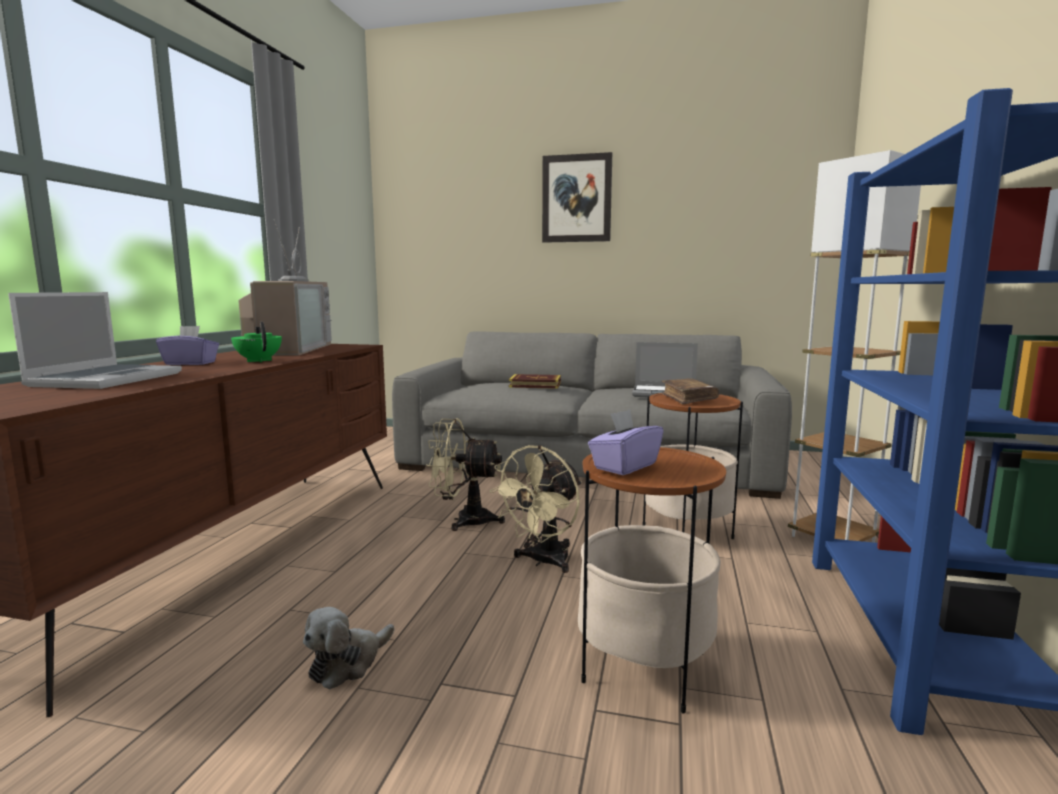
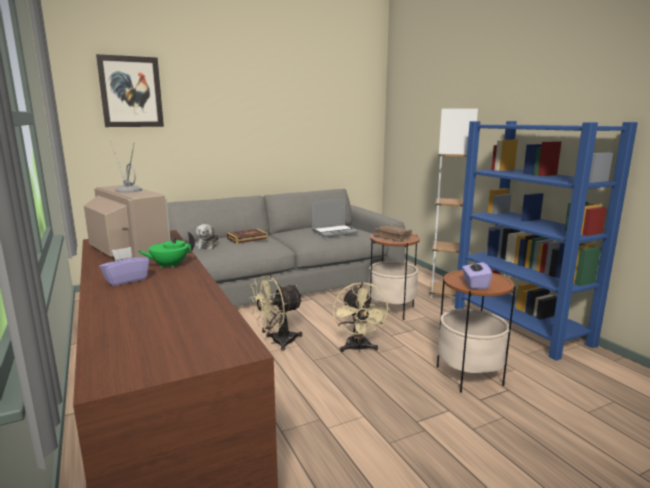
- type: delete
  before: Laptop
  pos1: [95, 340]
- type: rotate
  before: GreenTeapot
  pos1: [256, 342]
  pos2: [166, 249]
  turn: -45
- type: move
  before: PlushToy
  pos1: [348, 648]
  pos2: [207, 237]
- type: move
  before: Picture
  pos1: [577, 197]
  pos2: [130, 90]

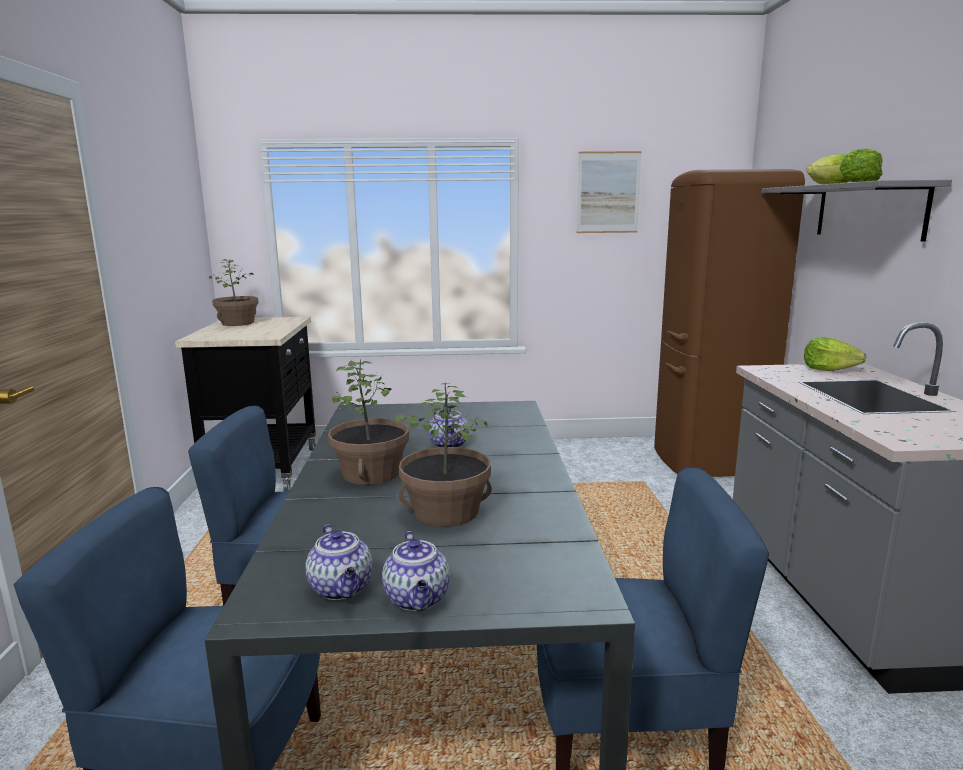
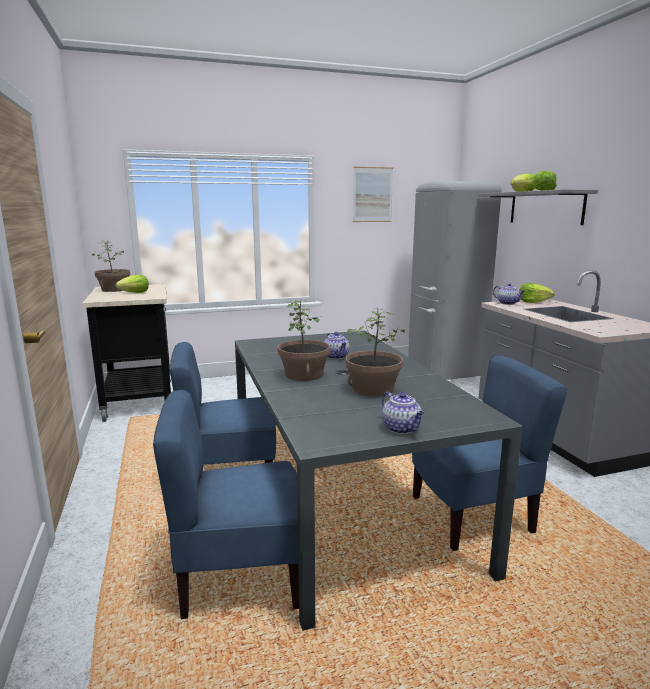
- type: move
  before: Teapot
  pos1: [339, 562]
  pos2: [509, 294]
- type: recolor
  before: BrownFridge
  after: GreyFridge
  pos1: [729, 323]
  pos2: [455, 280]
- type: insert
  after: Lettuce
  pos2: [132, 284]

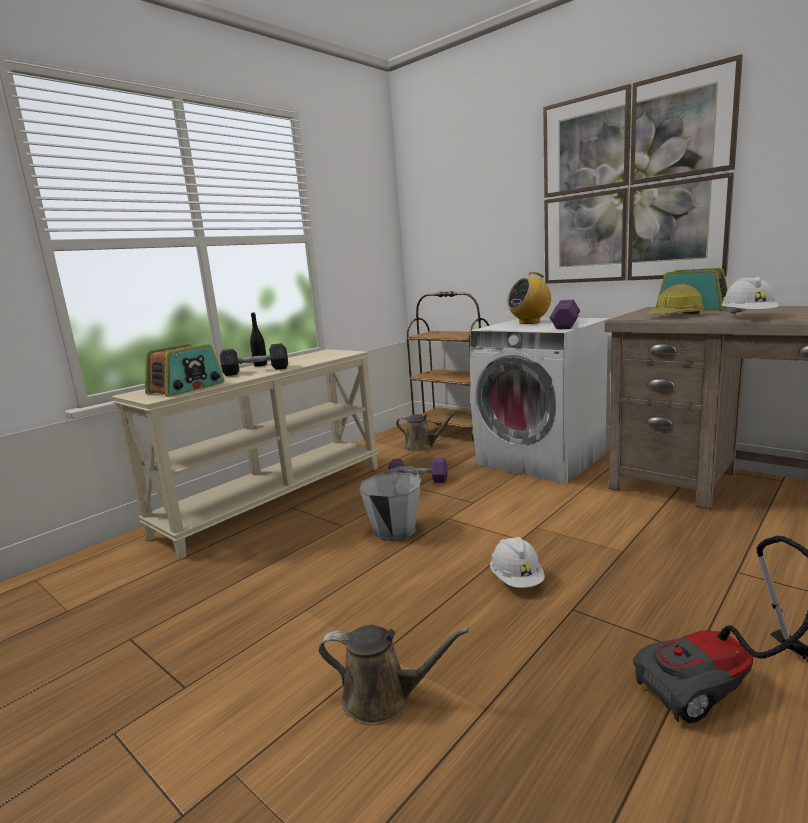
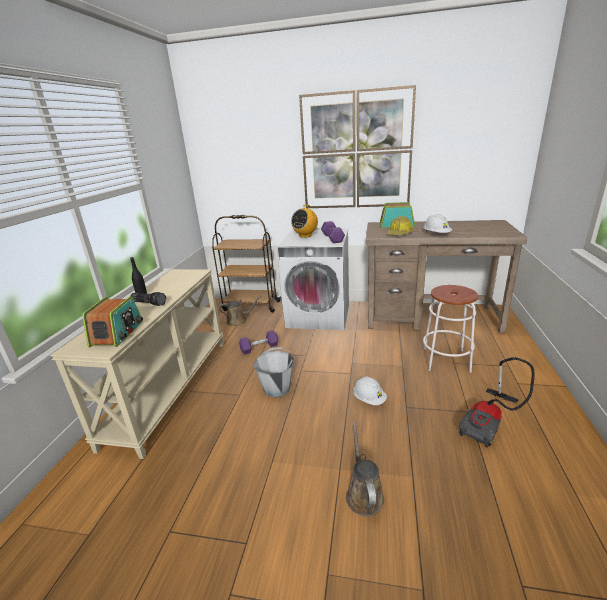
- type: replace
  before: GreyDumbbell
  after: Flashlight
  pos1: [254, 359]
  pos2: [148, 299]
- type: rotate
  before: BrownWateringCan
  pos1: [394, 675]
  pos2: [365, 469]
  turn: -75
- type: insert
  after: WhiteStool
  pos2: [450, 329]

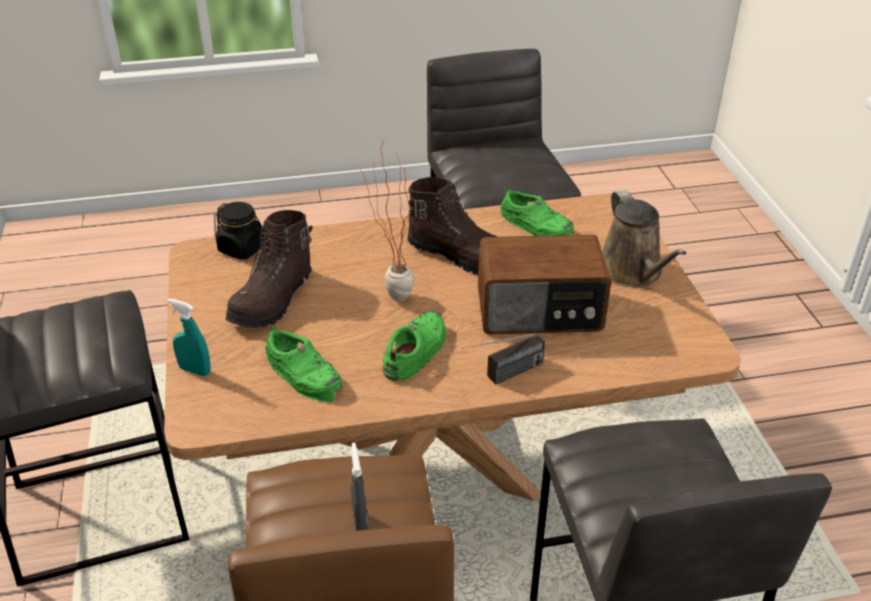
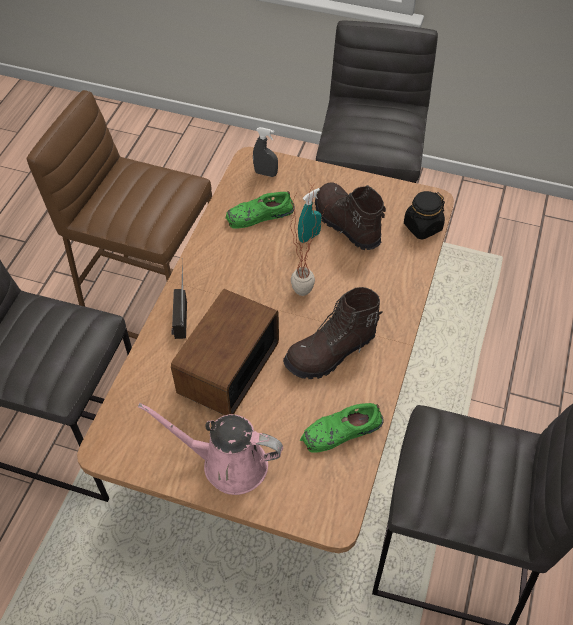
- type: move
  before: TurquoiseSprayBottle
  pos1: [189, 337]
  pos2: [309, 215]
- type: move
  before: GreySprayBottle
  pos1: [359, 487]
  pos2: [265, 152]
- type: delete
  before: GreenShoe
  pos1: [414, 345]
- type: recolor
  before: BrownWateringCan
  after: PinkWateringCan
  pos1: [644, 238]
  pos2: [210, 449]

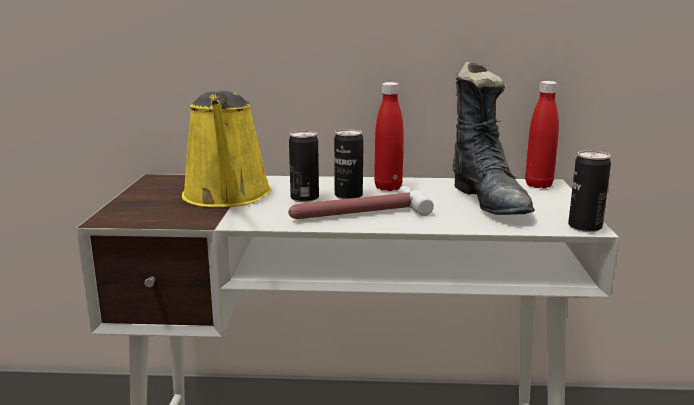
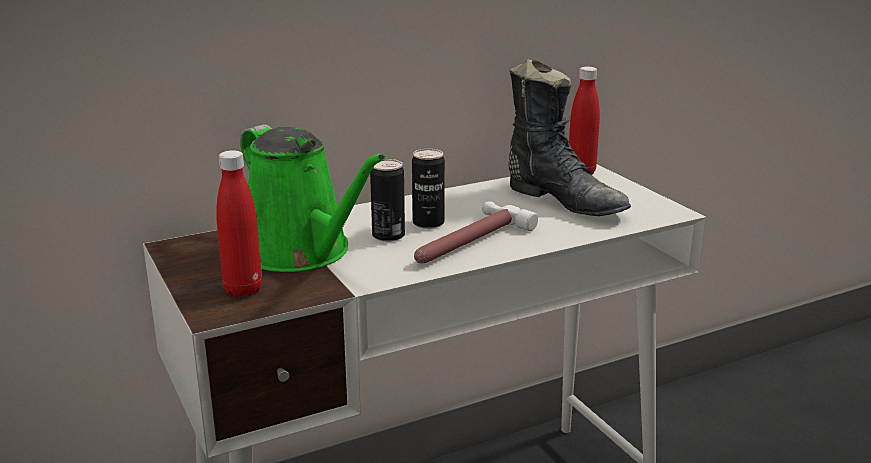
- type: recolor
  before: YellowWateringCan
  after: GreenWateringCan
  pos1: [227, 149]
  pos2: [313, 198]
- type: move
  before: RedBottle
  pos1: [389, 136]
  pos2: [239, 223]
- type: delete
  before: Can
  pos1: [589, 191]

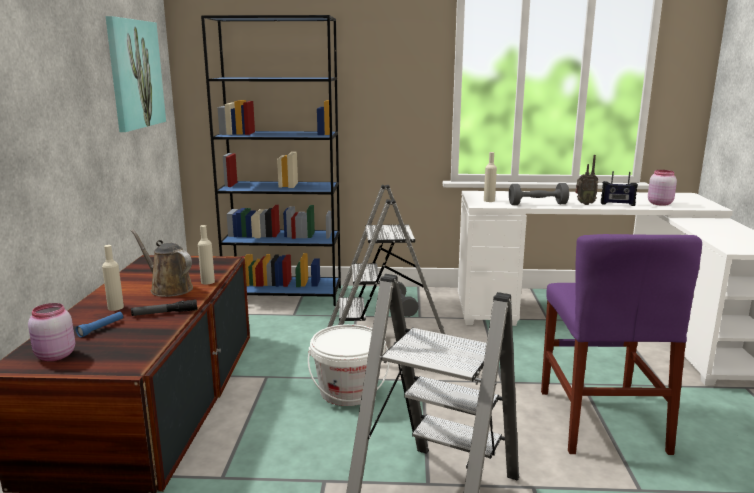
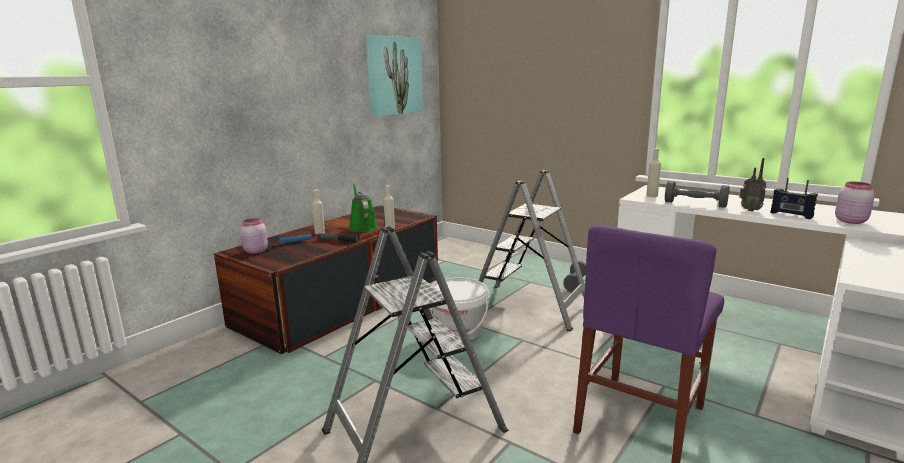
- type: recolor
  before: BrownWateringCan
  after: GreenWateringCan
  pos1: [162, 263]
  pos2: [363, 208]
- type: delete
  before: BlueBookcase
  pos1: [271, 160]

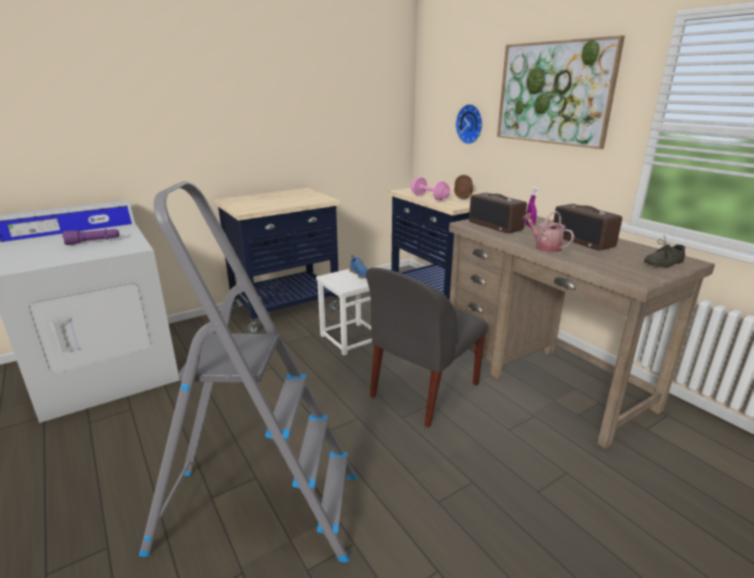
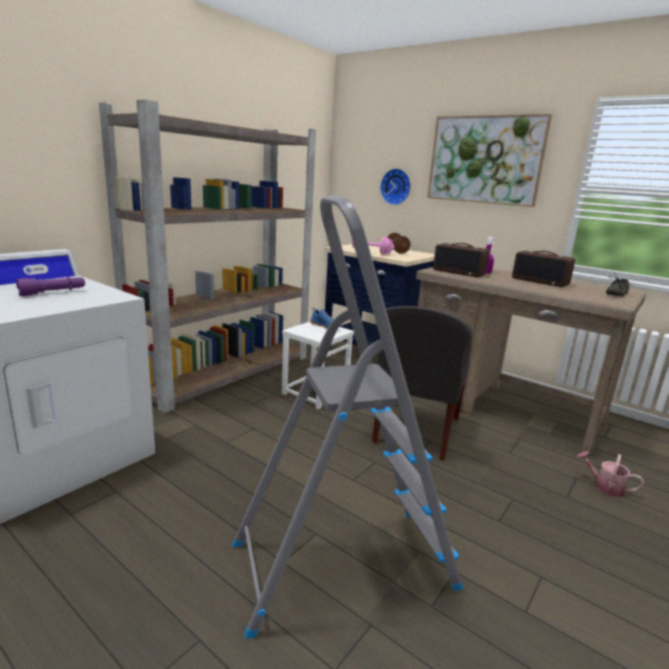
- type: replace
  before: BlueCart
  after: BrownBookcase
  pos1: [277, 260]
  pos2: [207, 256]
- type: move
  before: WateringCan
  pos1: [548, 231]
  pos2: [610, 474]

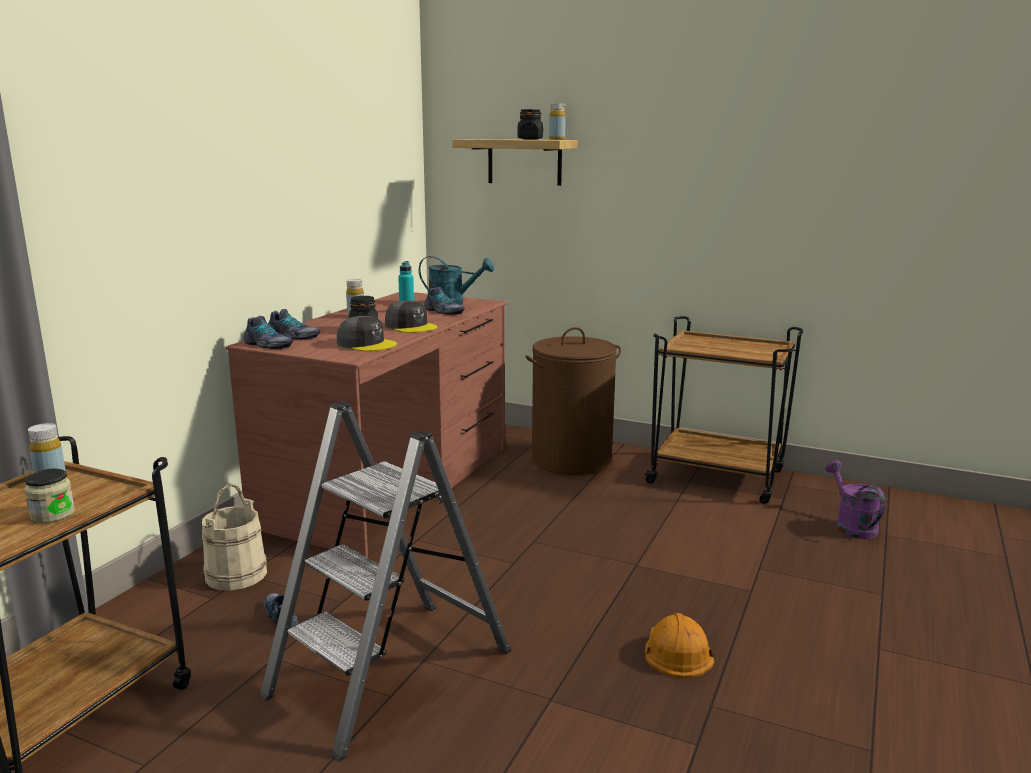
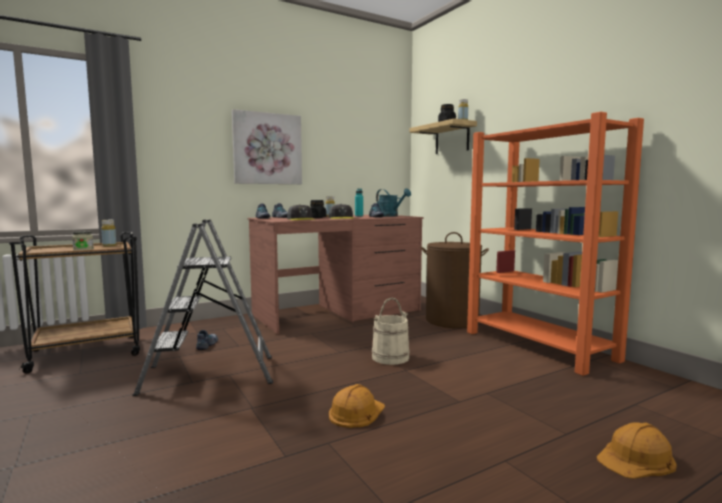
- type: move
  before: BeigeBucket
  pos1: [234, 537]
  pos2: [391, 331]
- type: replace
  before: BrownCart
  after: OrangeBookcase
  pos1: [722, 410]
  pos2: [555, 244]
- type: delete
  before: PurpleWateringCan
  pos1: [855, 500]
- type: insert
  after: Picture
  pos2: [267, 146]
- type: insert
  after: OrangeHardHat
  pos2: [637, 451]

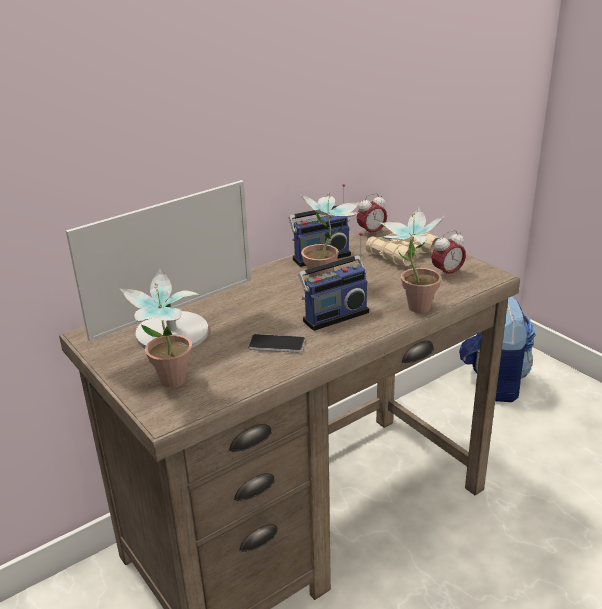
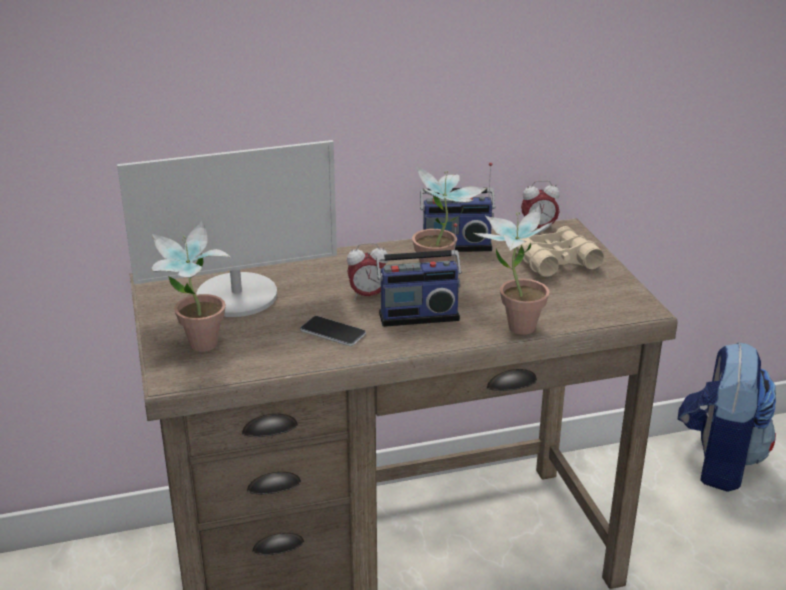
- type: move
  before: AlarmClock
  pos1: [449, 253]
  pos2: [367, 271]

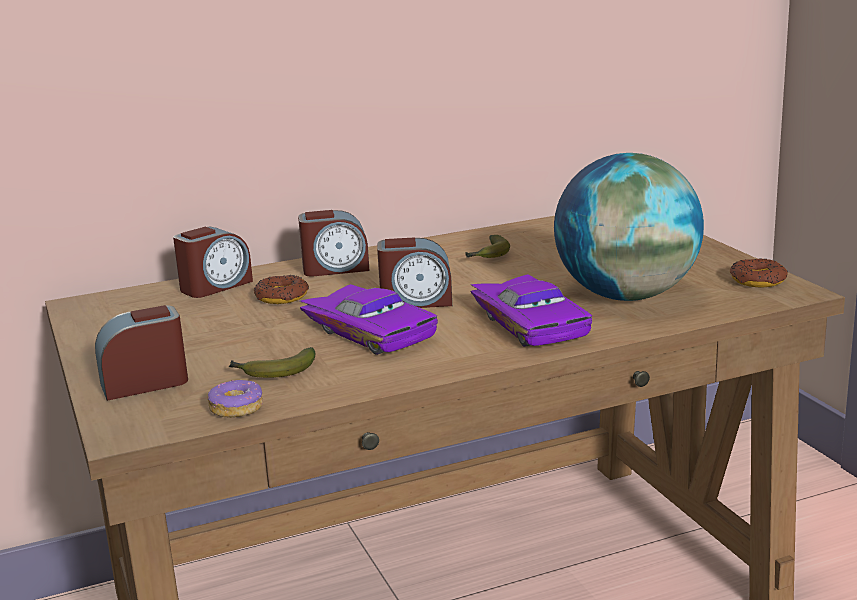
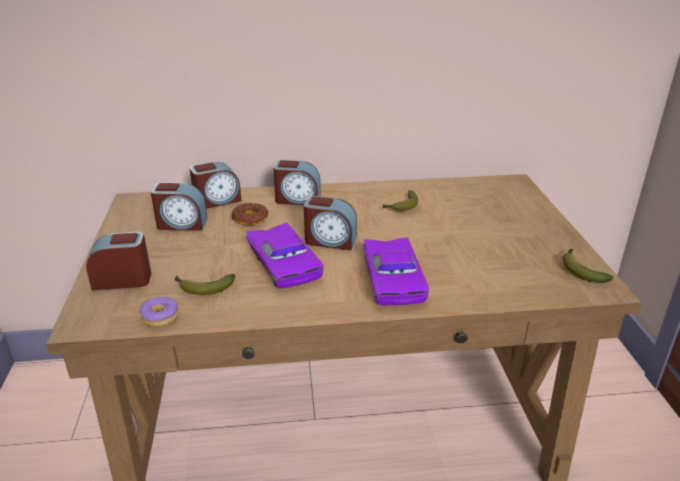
- type: delete
  before: Globe
  pos1: [629, 227]
- type: replace
  before: Donut
  after: Banana
  pos1: [759, 273]
  pos2: [587, 266]
- type: insert
  after: AlarmClock
  pos2: [179, 206]

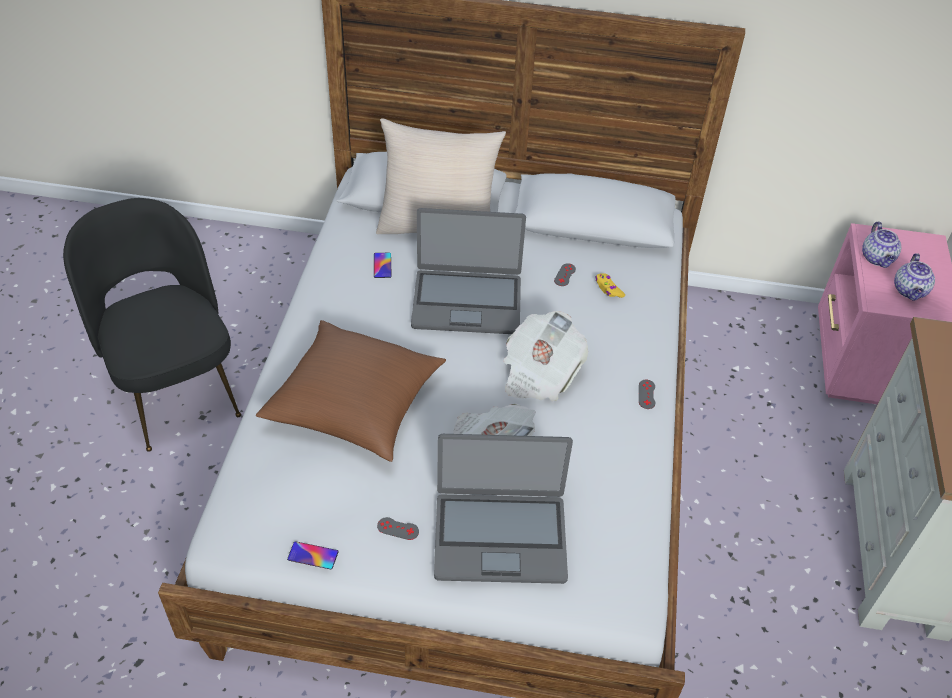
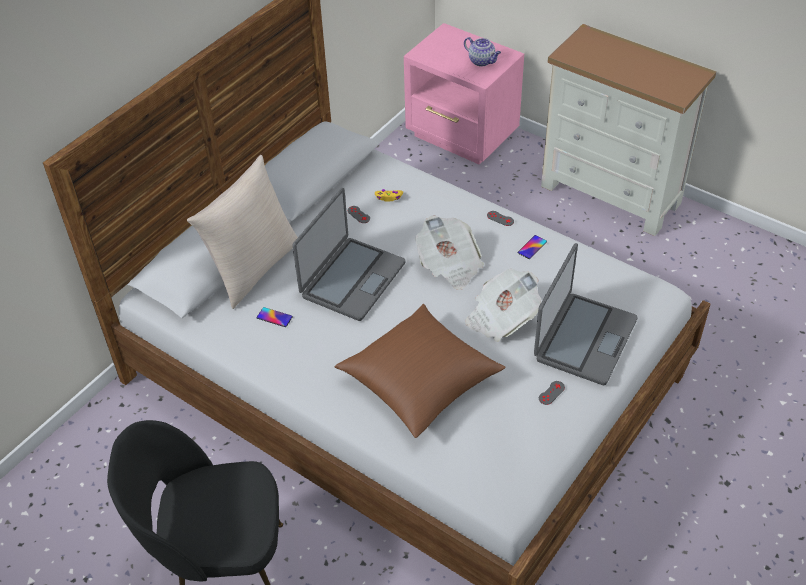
- type: move
  before: Phone
  pos1: [312, 555]
  pos2: [532, 247]
- type: delete
  before: Teapot
  pos1: [881, 245]

